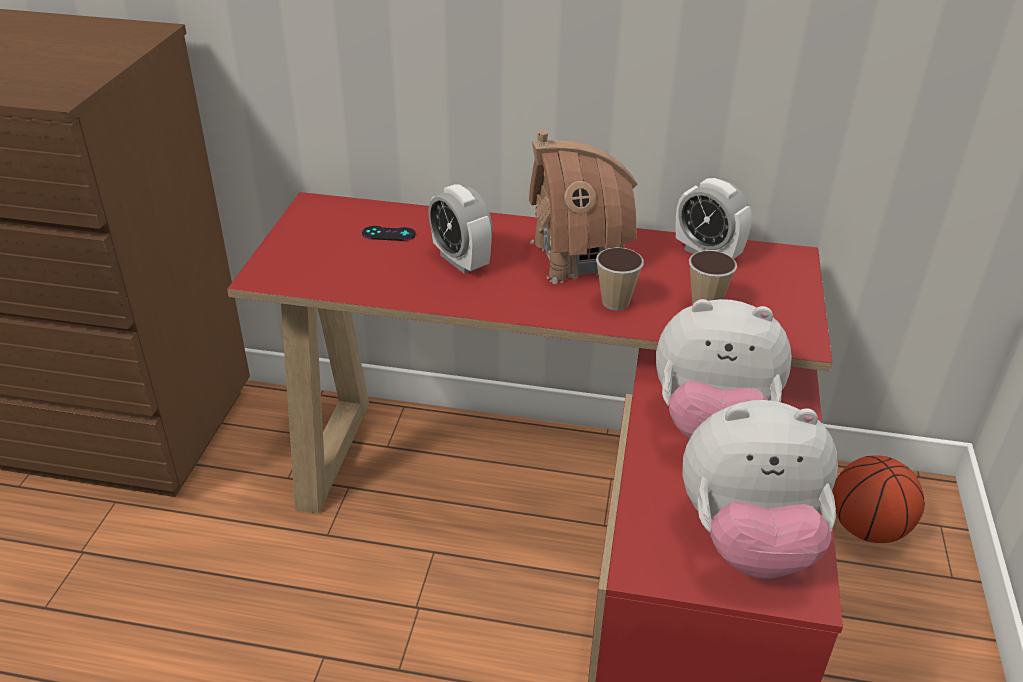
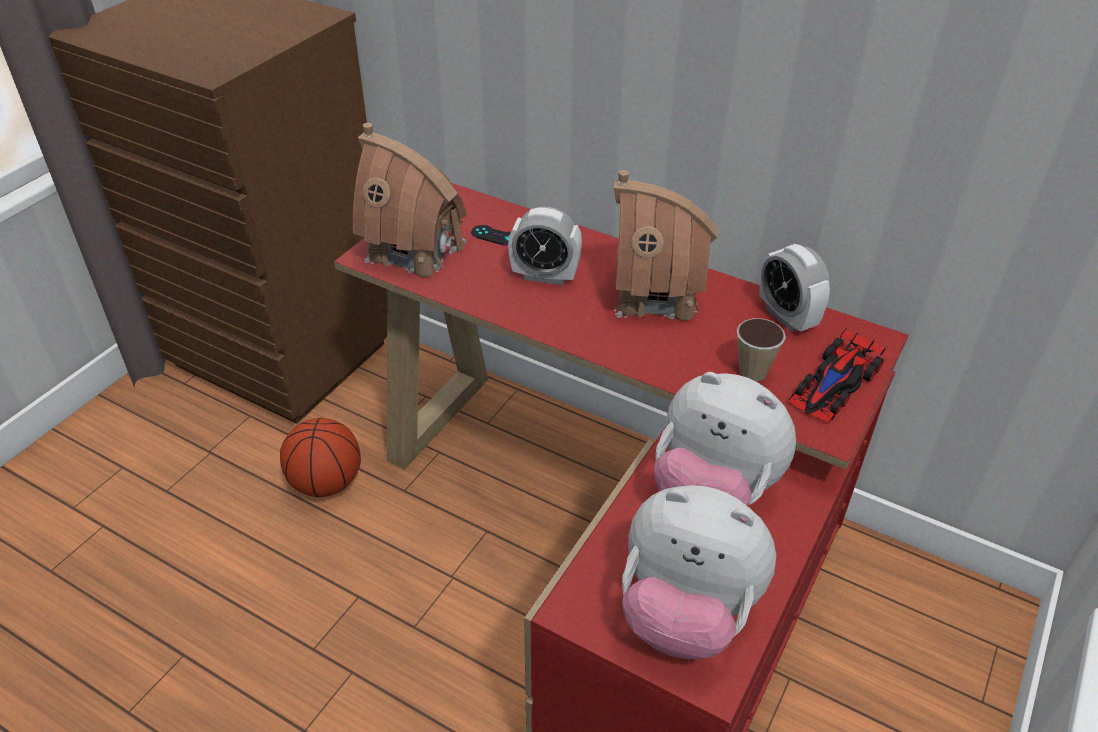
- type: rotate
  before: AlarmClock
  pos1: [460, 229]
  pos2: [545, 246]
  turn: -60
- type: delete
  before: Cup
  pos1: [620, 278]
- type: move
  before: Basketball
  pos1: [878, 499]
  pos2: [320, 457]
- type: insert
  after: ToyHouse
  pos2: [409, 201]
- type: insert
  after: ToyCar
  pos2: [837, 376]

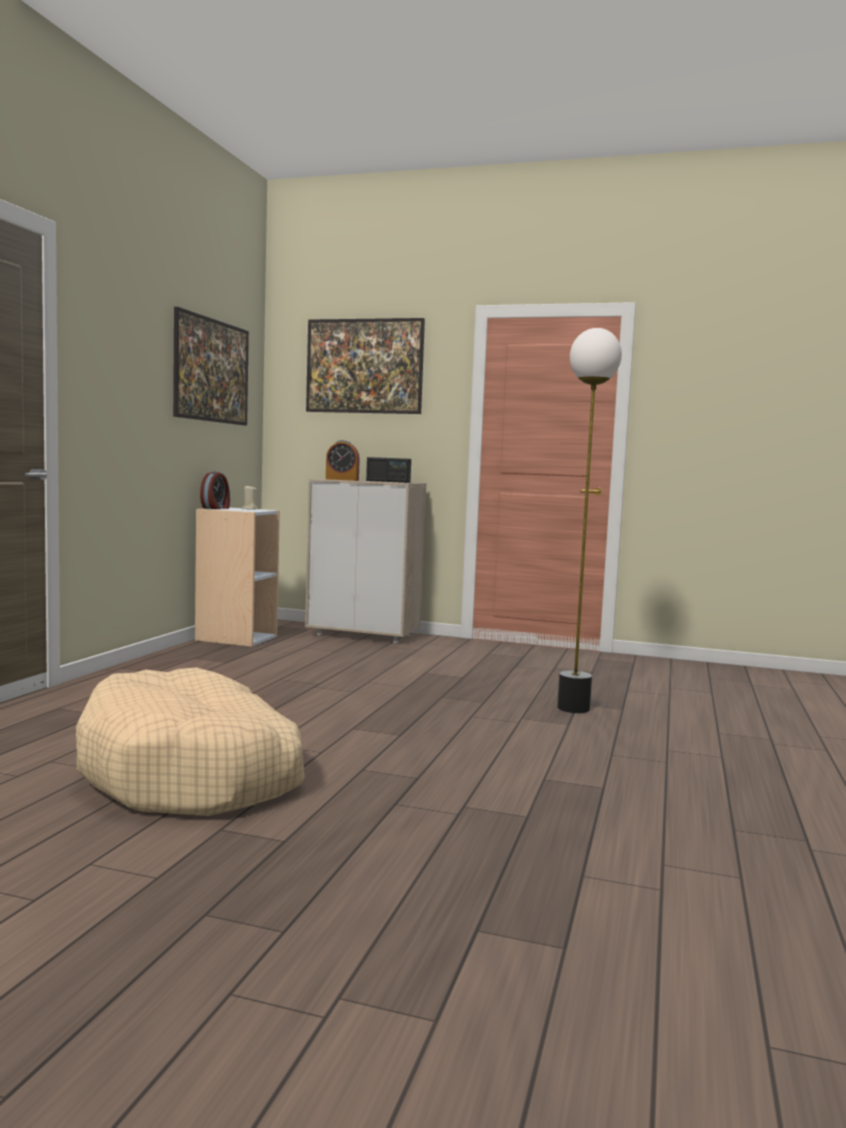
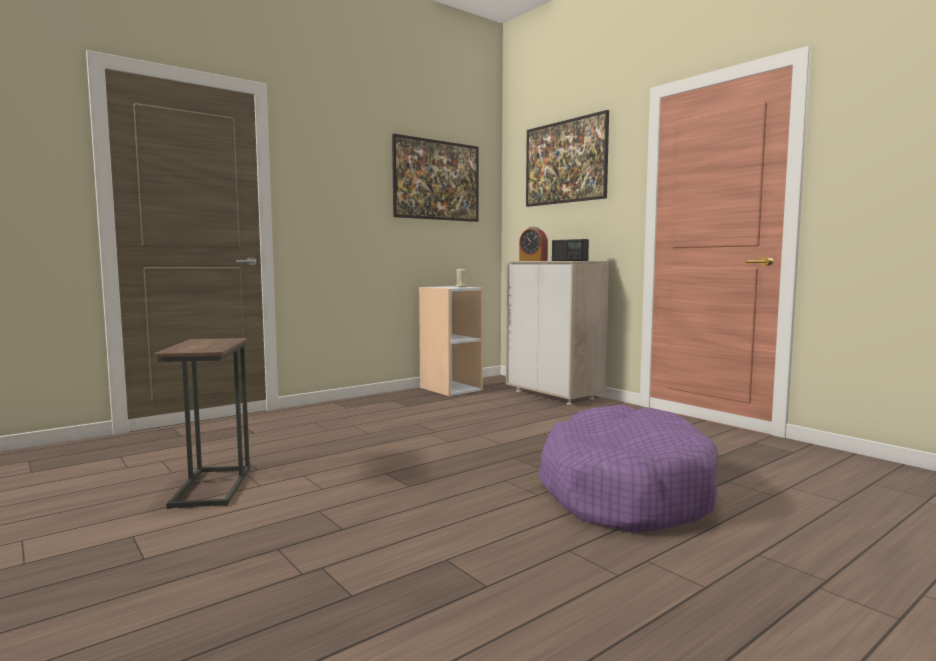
- type: replace
  before: BeigeDogBed
  after: BrownSideTable
  pos1: [190, 742]
  pos2: [202, 423]
- type: delete
  before: AlarmClock
  pos1: [215, 490]
- type: replace
  before: FloorLamp
  after: PurpleDogBed
  pos1: [589, 520]
  pos2: [628, 469]

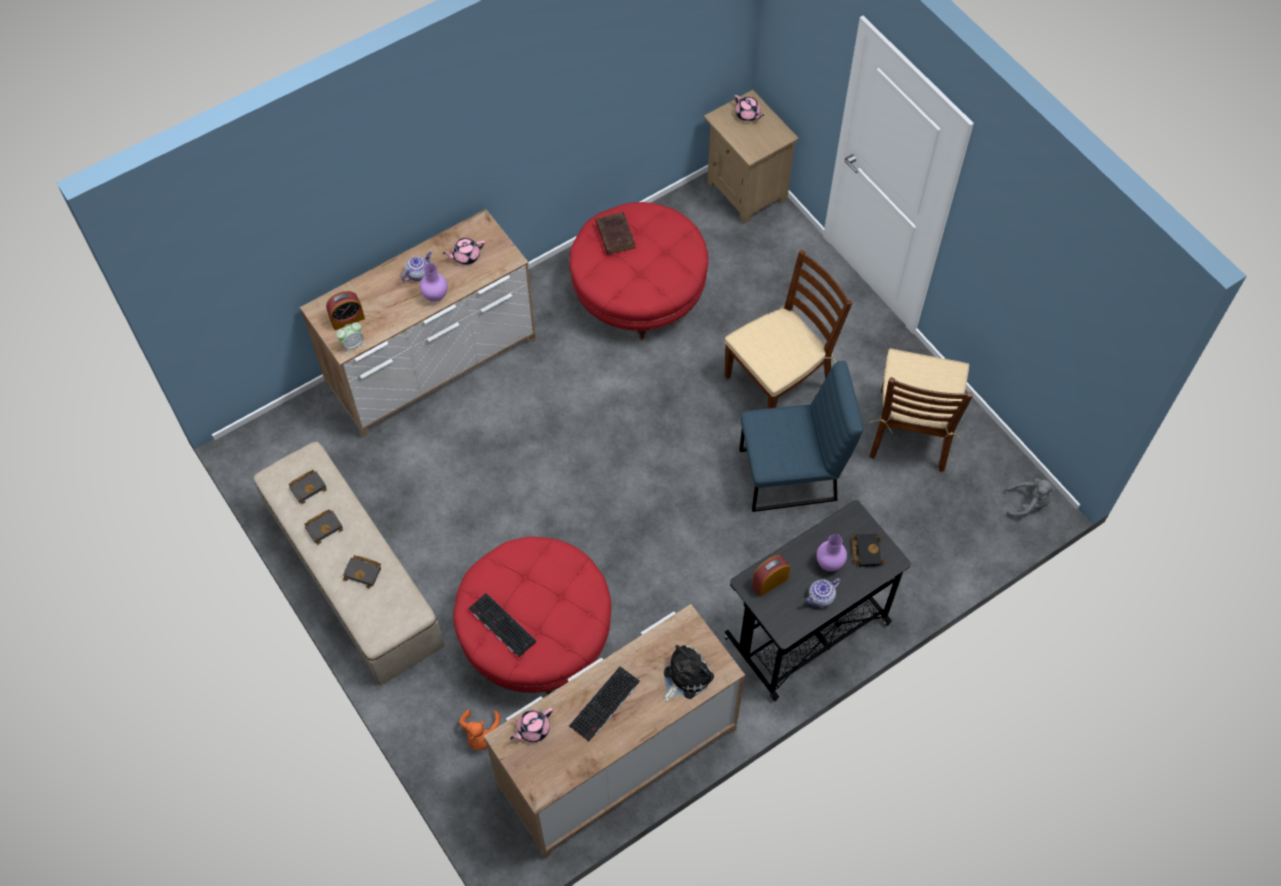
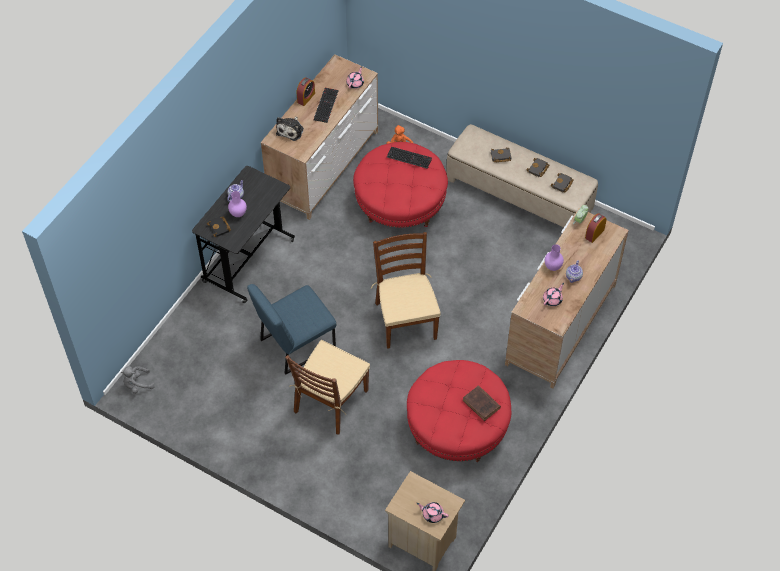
- type: move
  before: AlarmClock
  pos1: [771, 576]
  pos2: [306, 92]
- type: move
  before: BrownChair
  pos1: [921, 410]
  pos2: [405, 290]

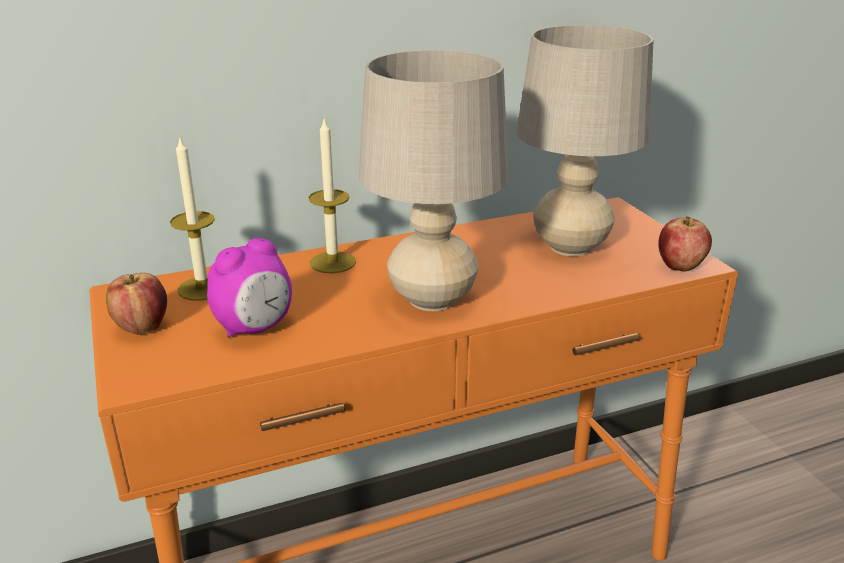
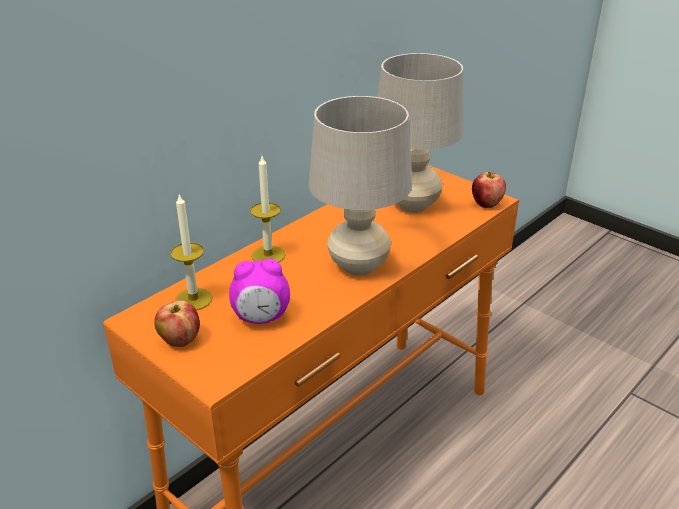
- type: rotate
  before: AlarmClock
  pos1: [249, 288]
  pos2: [259, 291]
  turn: 60

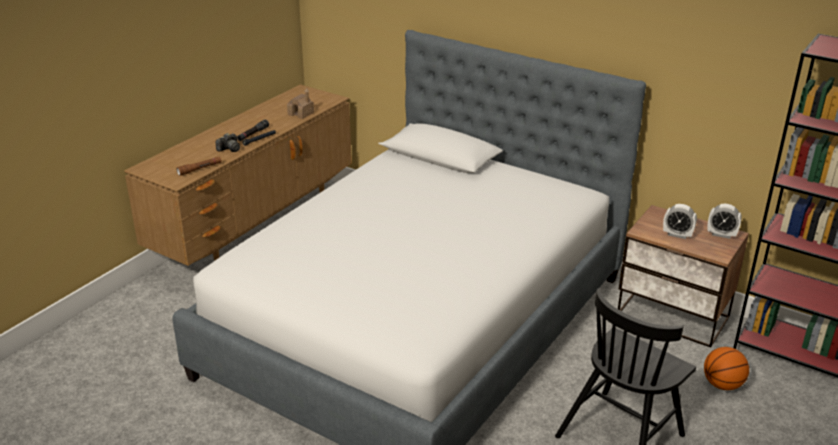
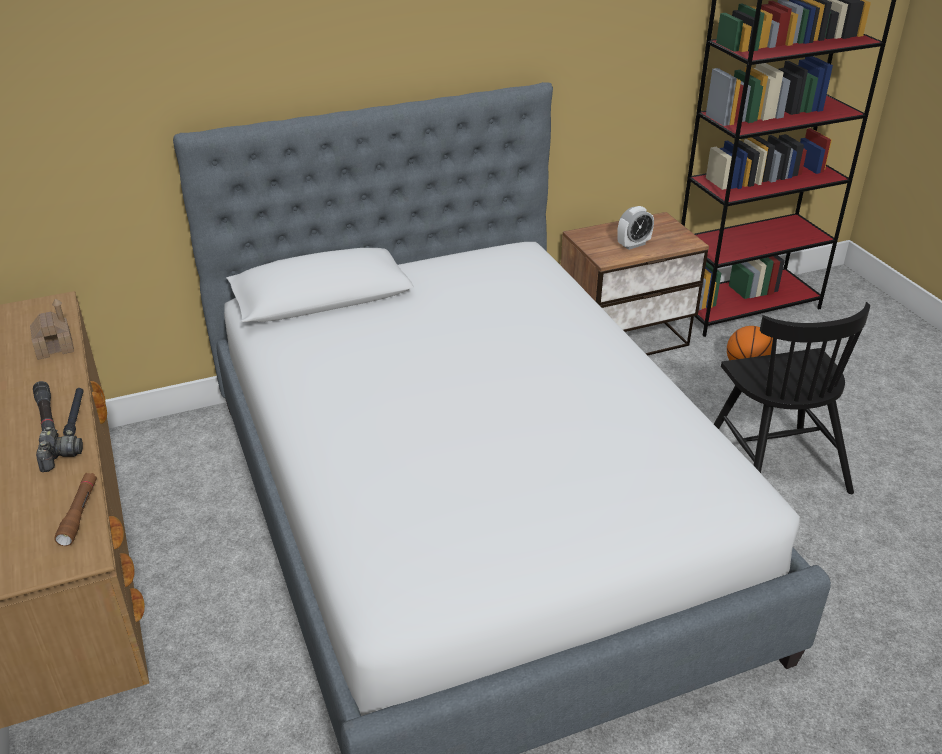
- type: delete
  before: AlarmClock
  pos1: [725, 221]

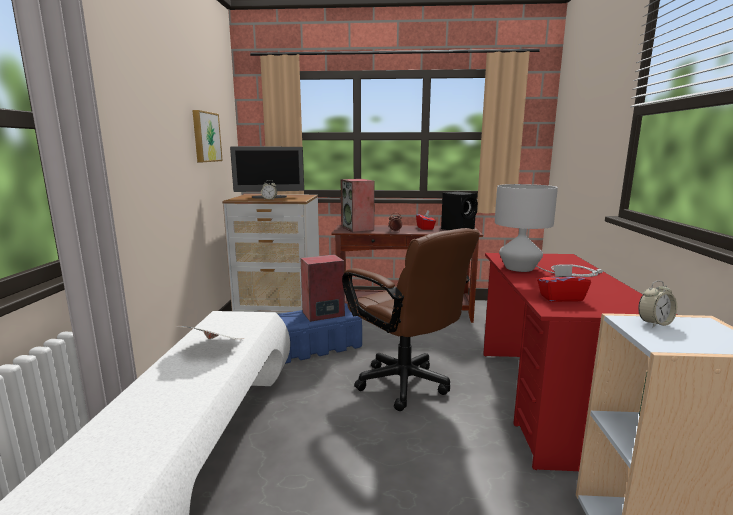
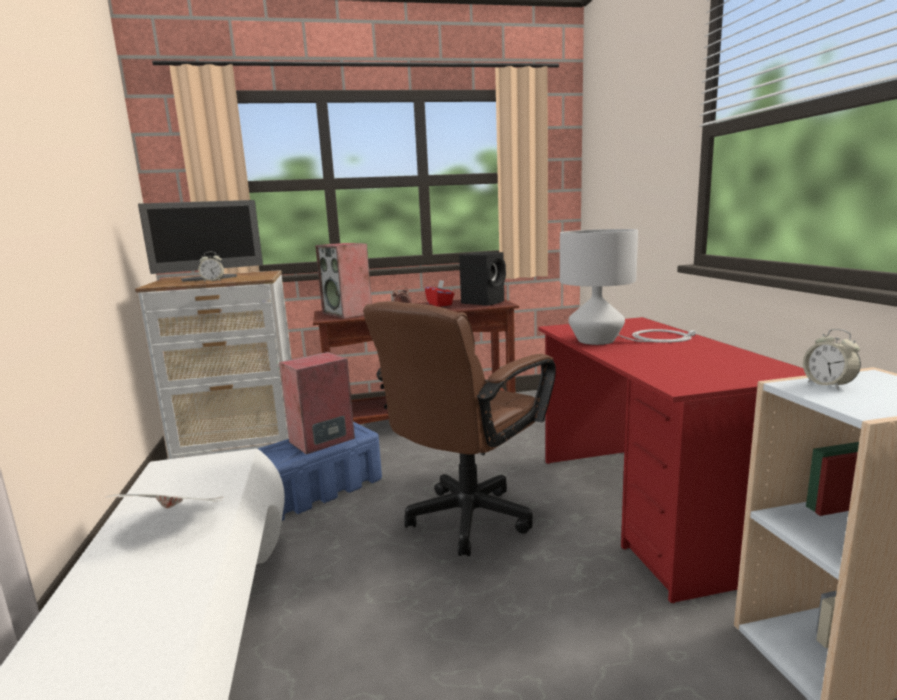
- type: delete
  before: Picture
  pos1: [207, 136]
- type: rotate
  before: BrownOfficeChair
  pos1: [411, 319]
  pos2: [459, 428]
  turn: 90
- type: delete
  before: RedTissueBox
  pos1: [564, 283]
- type: rotate
  before: AlarmClock
  pos1: [657, 303]
  pos2: [832, 359]
  turn: 105

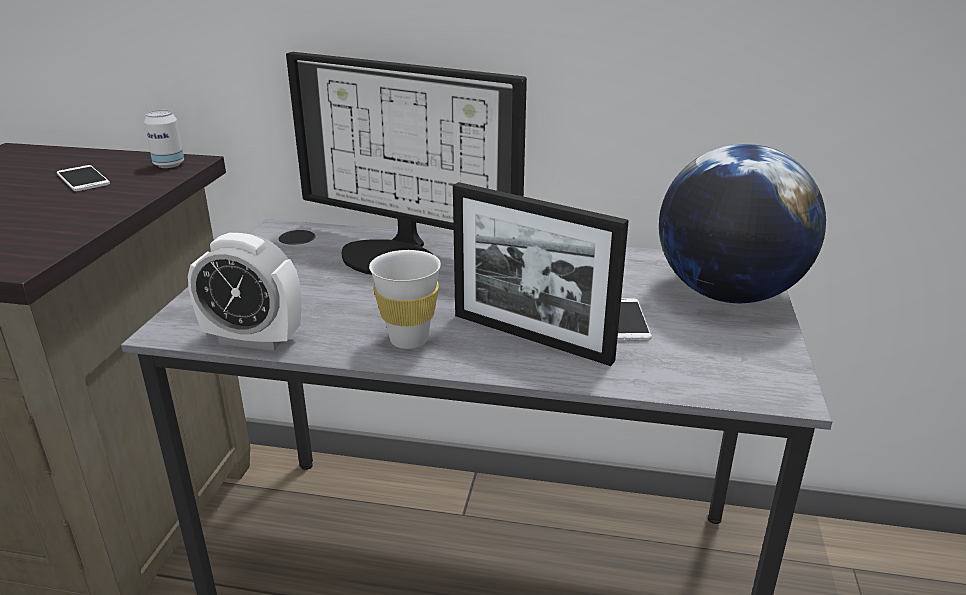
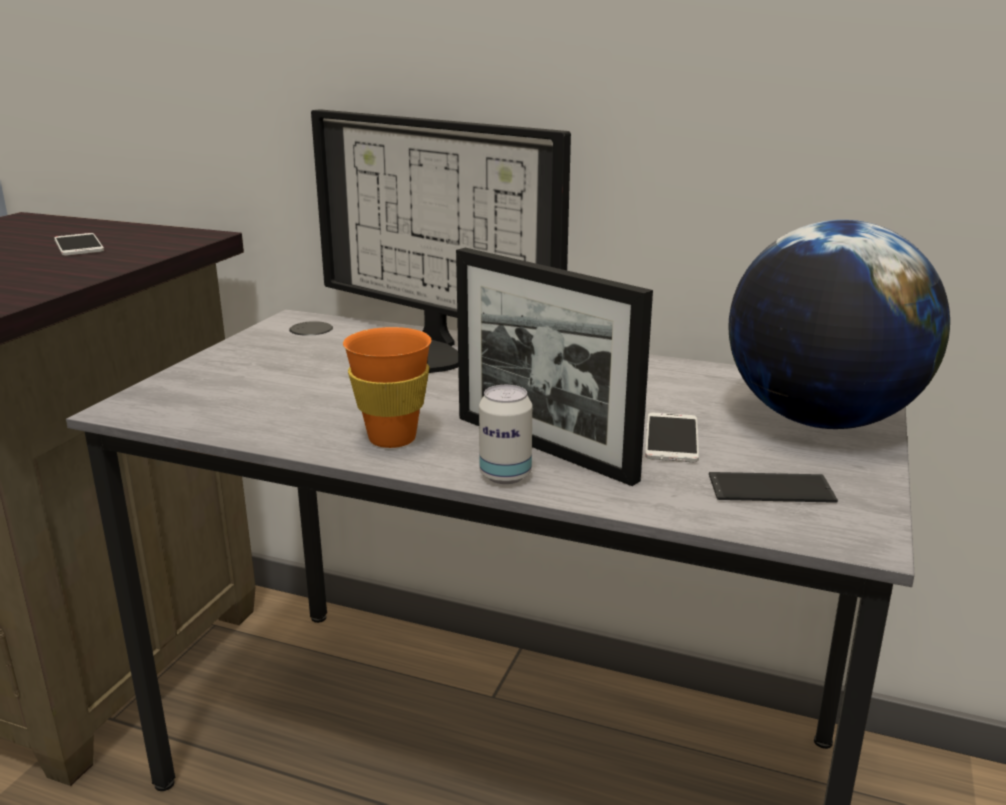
- type: move
  before: Can
  pos1: [164, 139]
  pos2: [505, 434]
- type: delete
  before: AlarmClock
  pos1: [244, 292]
- type: recolor
  before: WhiteCup
  after: OrangeCup
  pos1: [405, 299]
  pos2: [387, 387]
- type: insert
  after: Phone
  pos2: [773, 487]

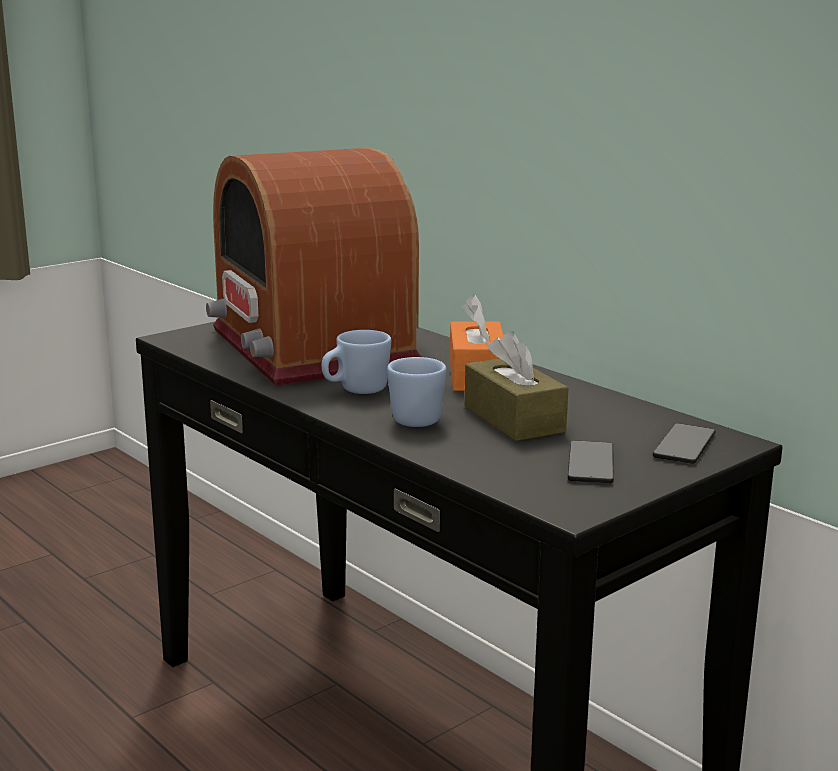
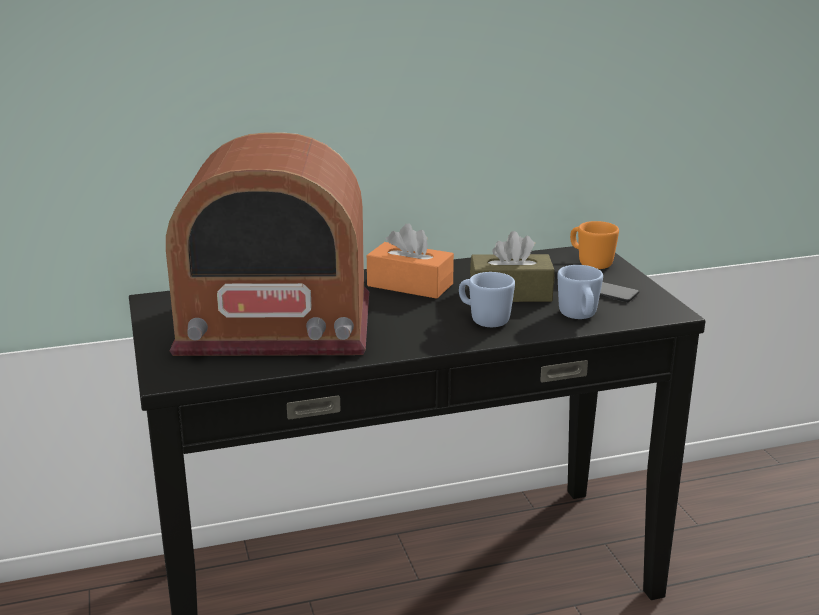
- type: move
  before: BlueMug
  pos1: [356, 362]
  pos2: [580, 292]
- type: replace
  before: Phone
  after: OrangeMug
  pos1: [684, 443]
  pos2: [594, 245]

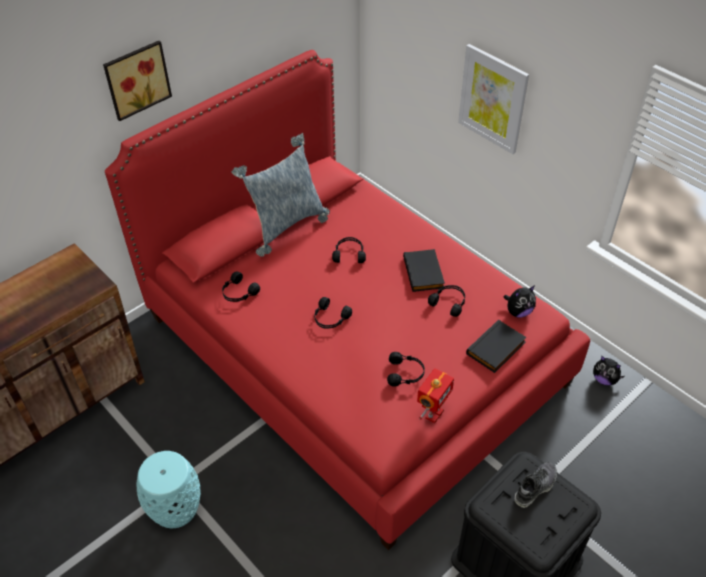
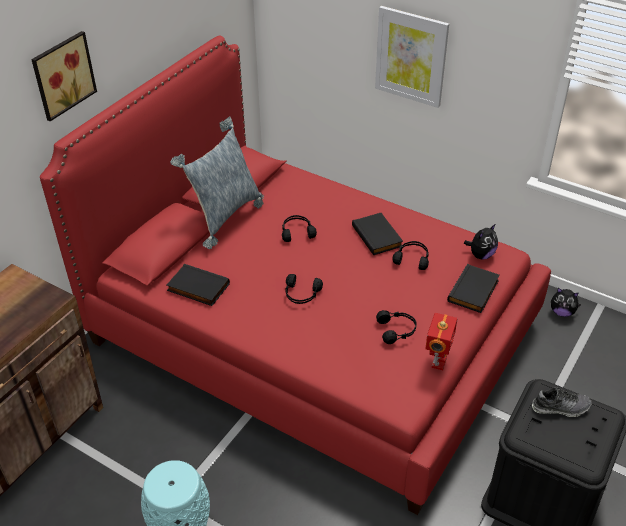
- type: replace
  before: BlackHeadphones
  after: BlackBook
  pos1: [241, 286]
  pos2: [198, 285]
- type: rotate
  before: Shoe
  pos1: [536, 485]
  pos2: [562, 402]
  turn: 60

